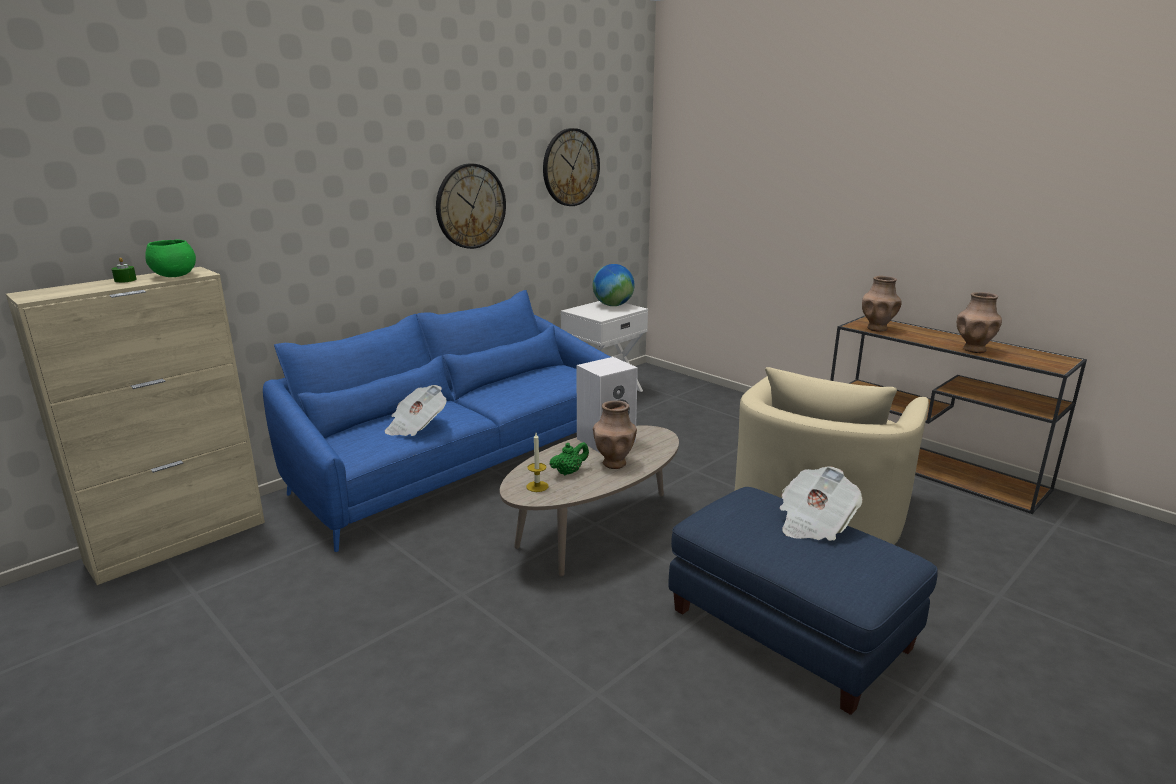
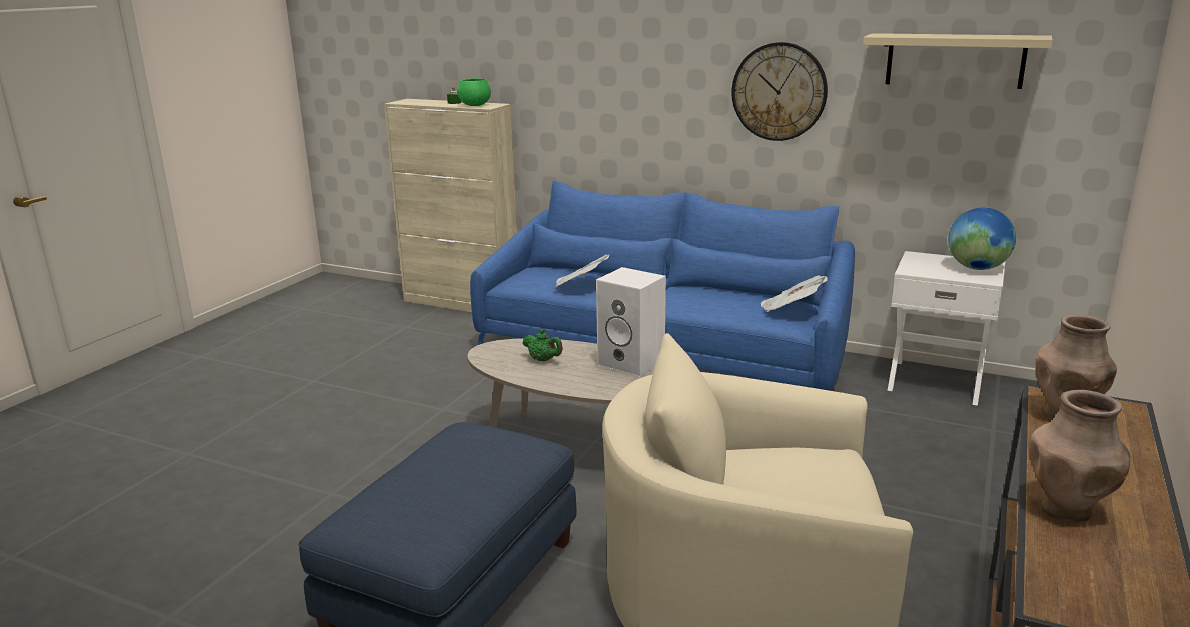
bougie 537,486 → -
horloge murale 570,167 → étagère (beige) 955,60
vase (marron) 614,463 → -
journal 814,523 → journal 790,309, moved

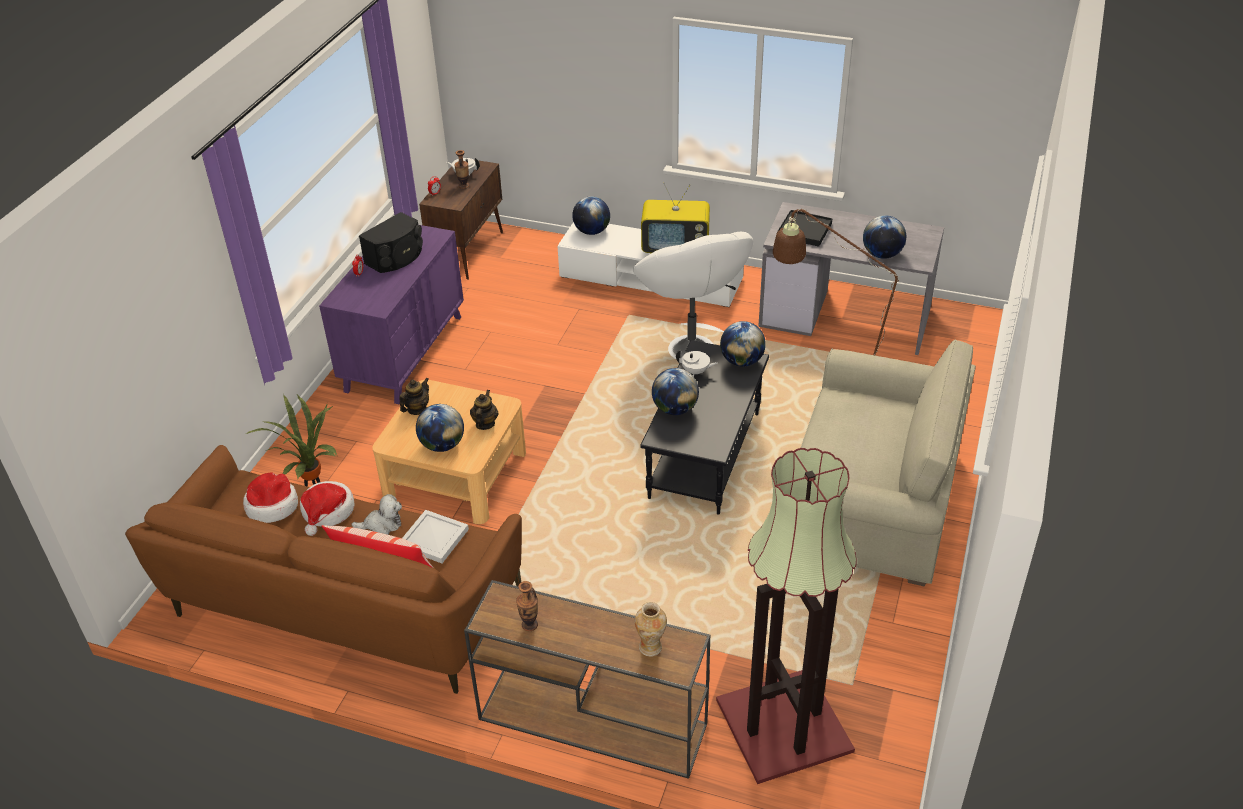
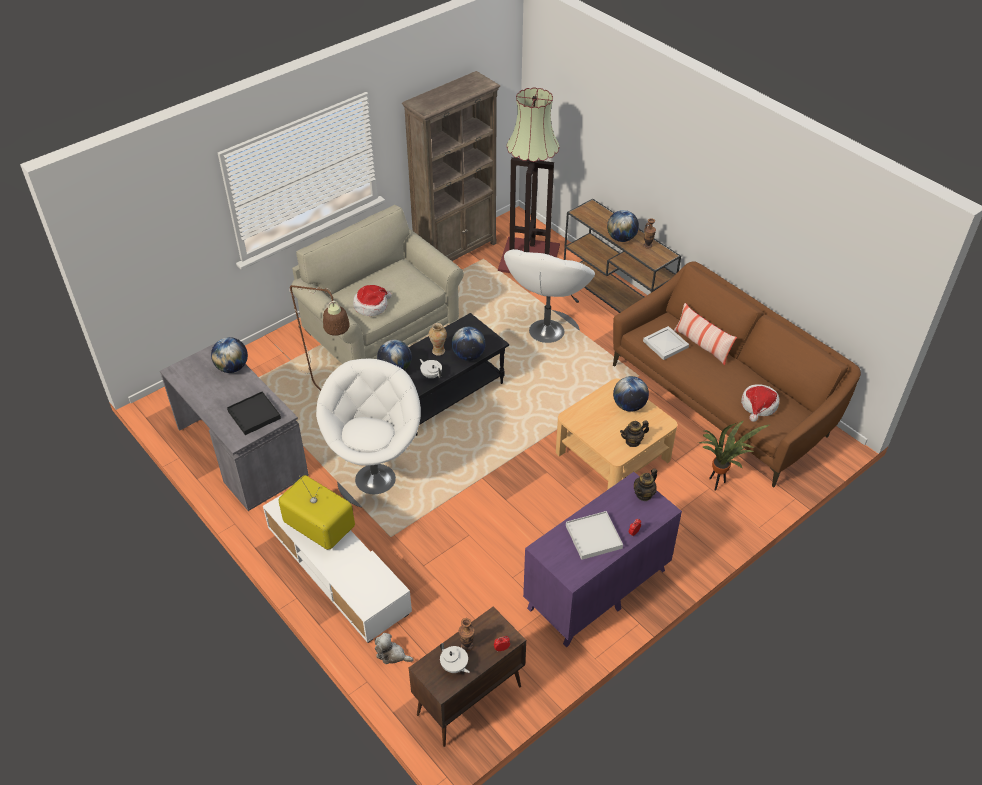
chapeau 327,512 → chapeau 371,306, moved
peluche 382,524 → peluche 392,654, moved
enceinte (noir) 396,257 → plateau (blanc) 593,537
théière 485,424 → théière 644,494, moved
globe 592,231 → globe 621,238, moved
vase 651,648 → vase 438,351, moved
- → bibliothèque (marron) 456,252
- → fauteuil (blanc) 545,332

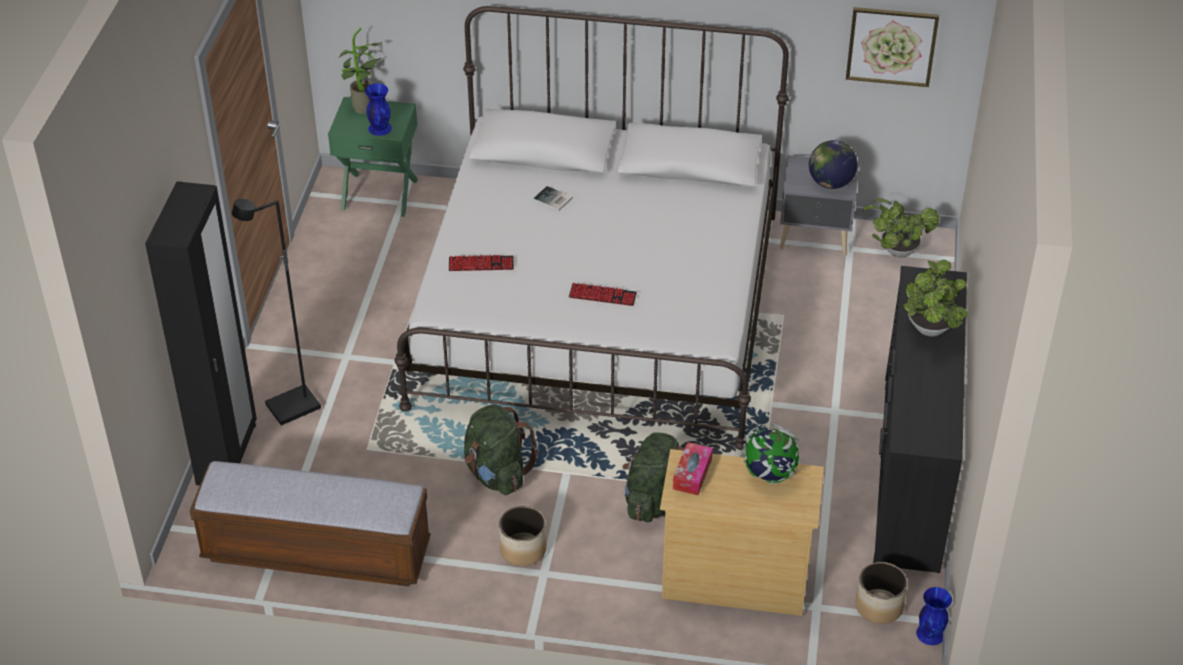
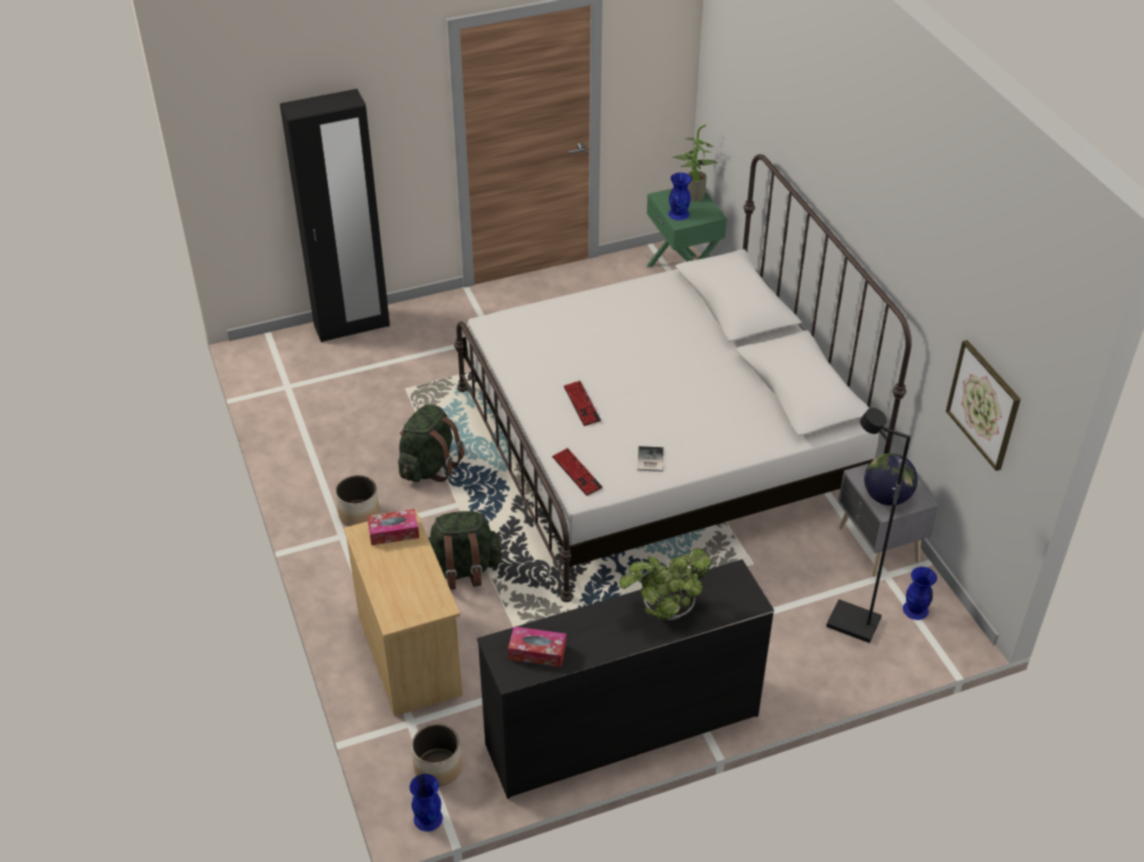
banc 316,552 → -
lampadaire (noir) 293,408 → lampadaire (noir) 852,623, moved
clavier 481,264 → clavier 577,473, moved
livre 553,200 → livre 649,460, moved
globe 769,474 → -
plante en pot 896,250 → vase (bleu) 915,610
- → boîte à mouchoirs 537,652

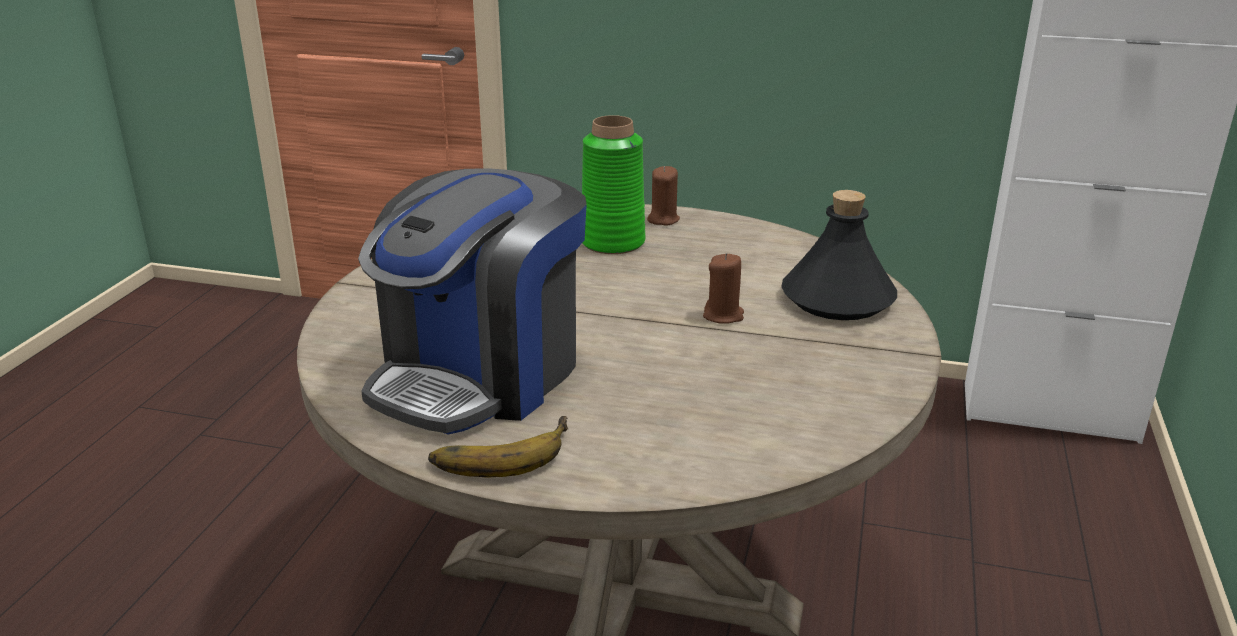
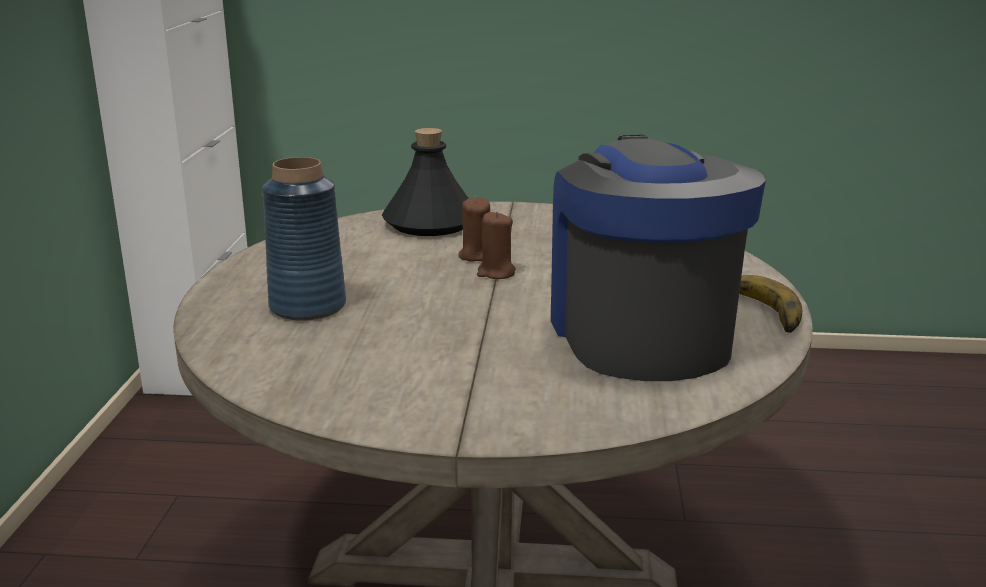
machine à café 480,375 → machine à café 640,334, 120 degrees counterclockwise
vase (vert) 612,242 → vase (bleu) 307,306
bougie (marron) 663,219 → bougie (marron) 496,273, moved

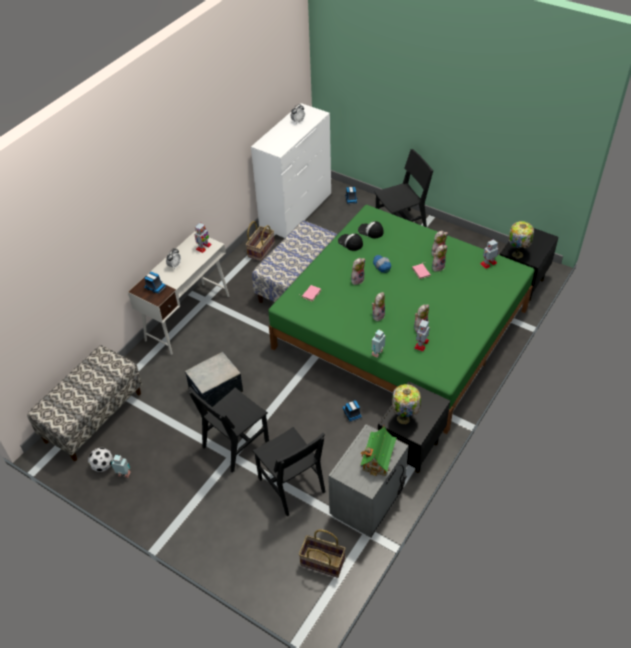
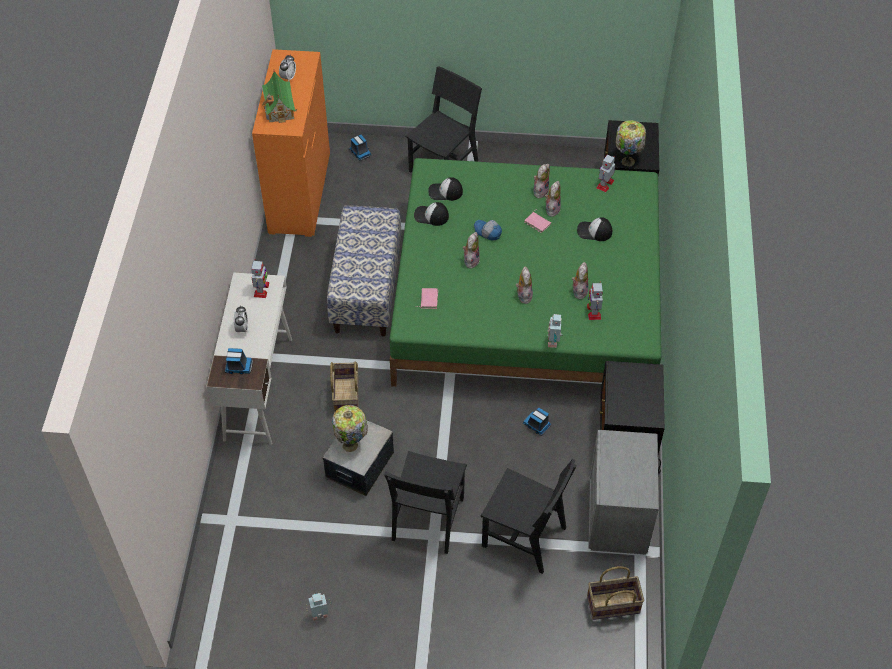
banc 93,417 → -
ballon de foot 103,466 → -
panier 260,250 → panier 345,396, moved
commode (blanc) 296,211 → commode (orange) 299,193
maison miniature 378,458 → maison miniature 279,108, moved
lampe de table 404,419 → lampe de table 351,445, moved
- → casquette 594,231

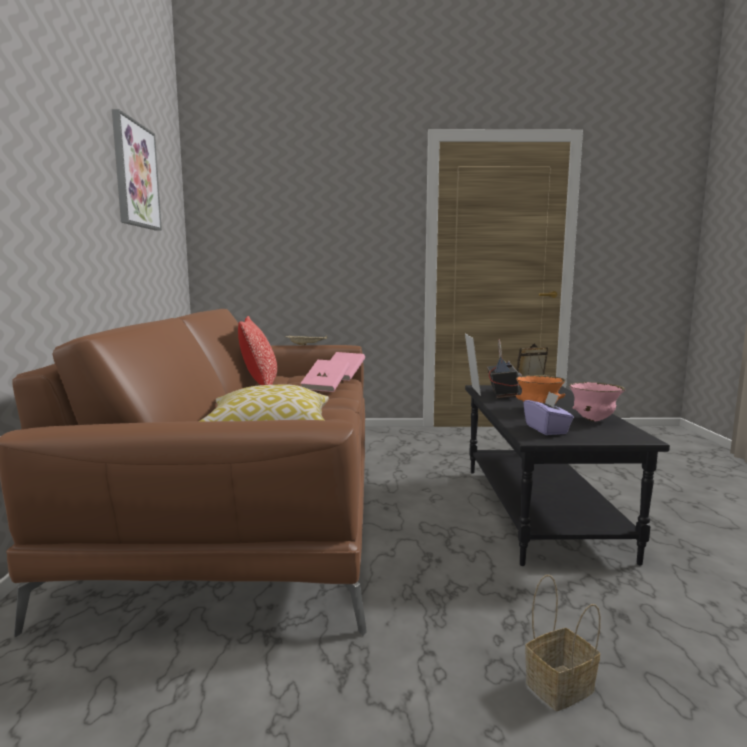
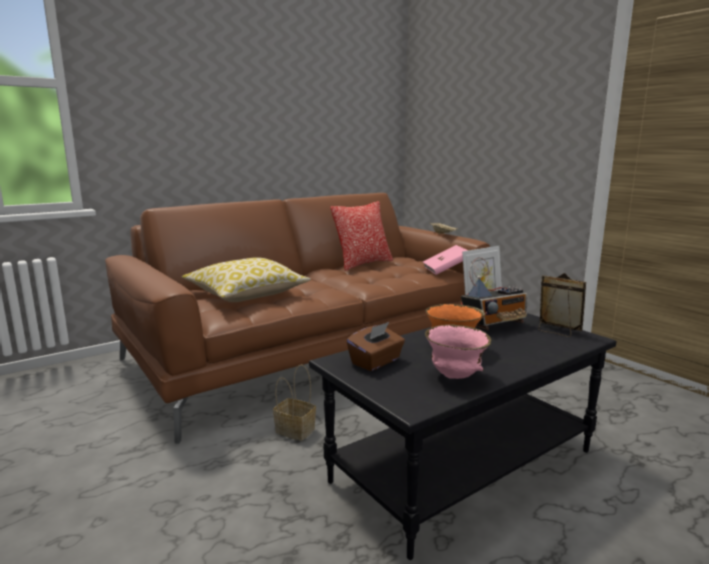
tableau 135,175 → -
livre (rose) 326,387 → -
boîte à mouchoirs (violet) 546,429 → boîte à mouchoirs (marron) 376,362
panier 559,688 → panier 293,430, moved

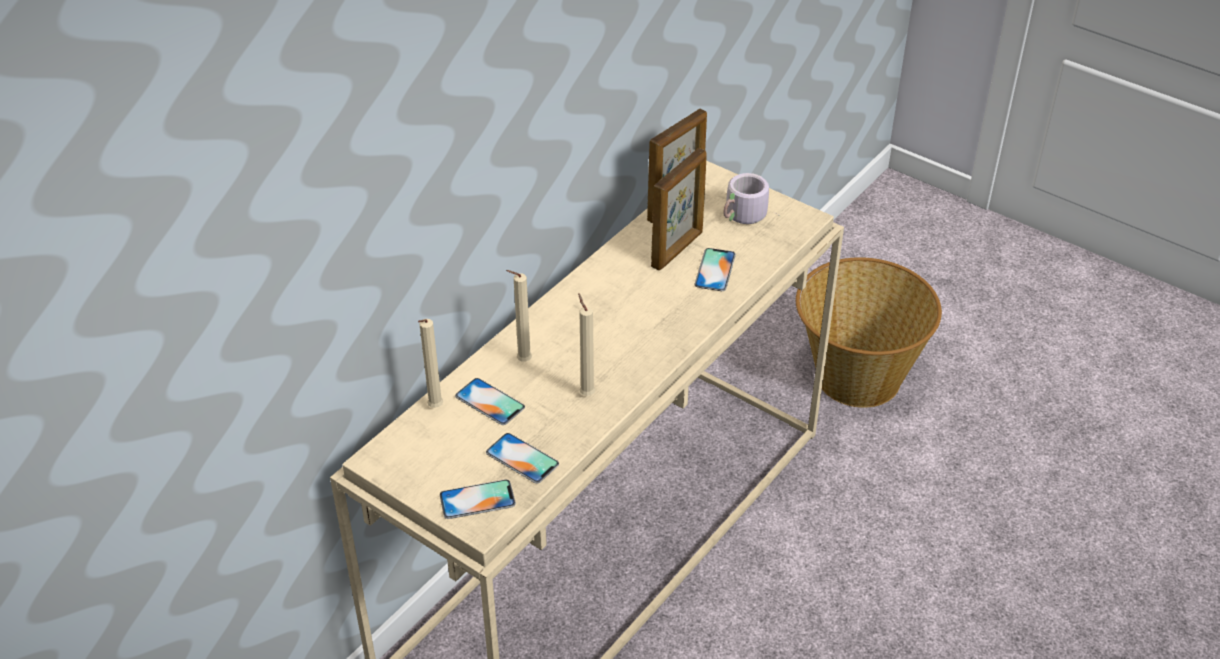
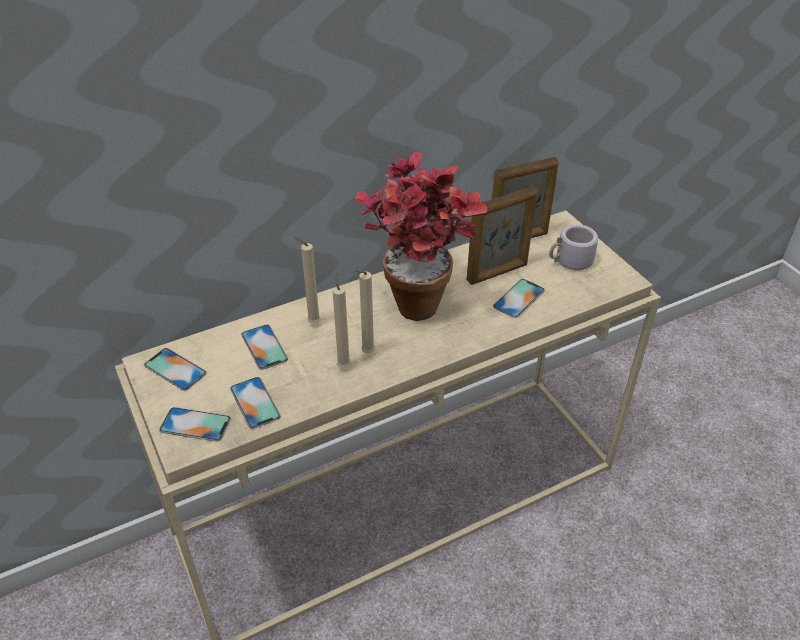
bougie (beige) 434,408 → bougie (beige) 366,353, moved
panier 856,376 → -
- → téléphone 175,369
- → plante en pot 417,297

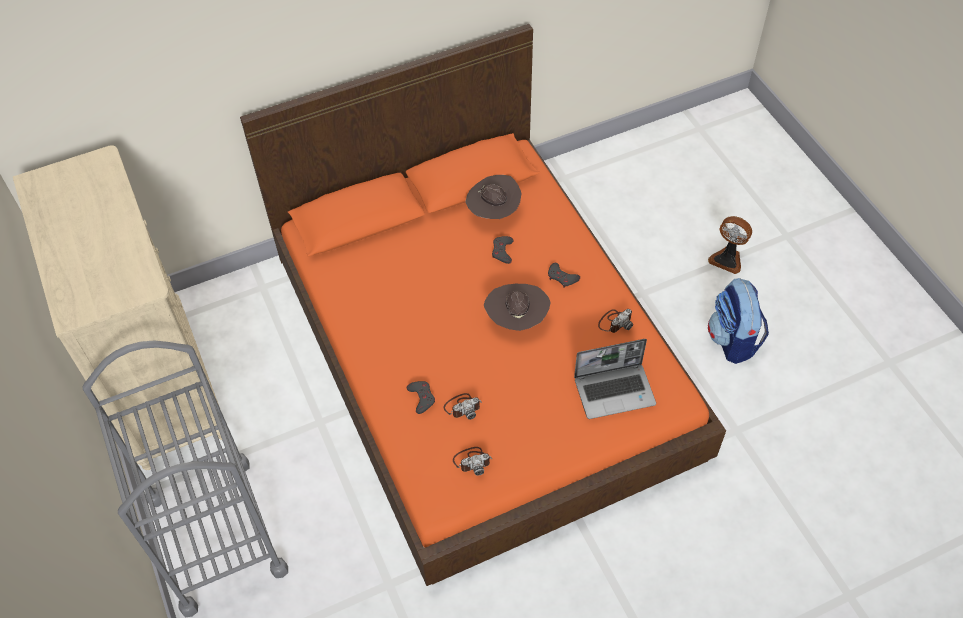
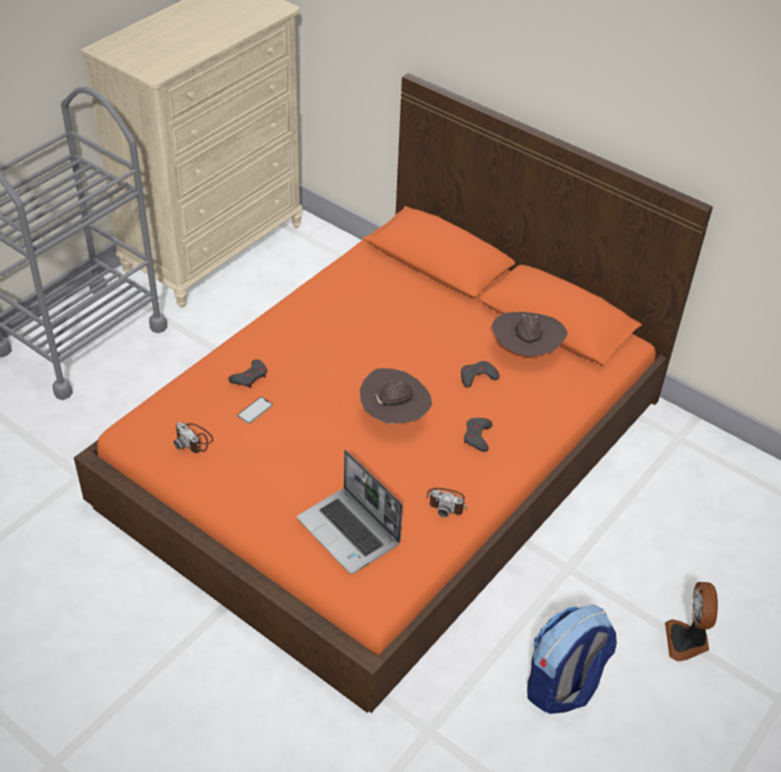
appareil photo 463,407 → téléphone 255,410

